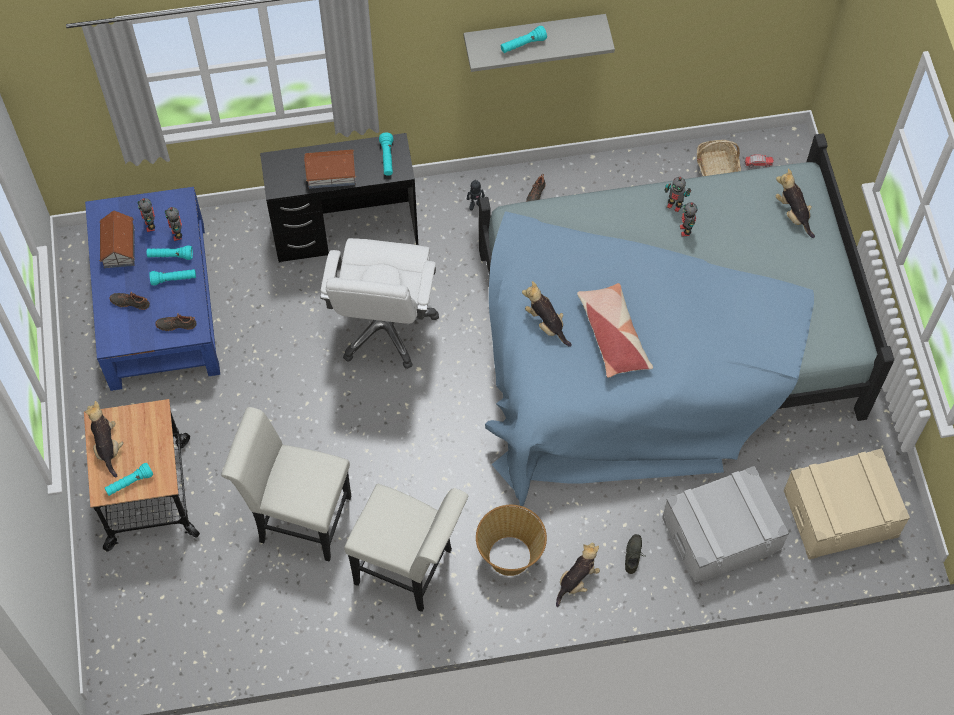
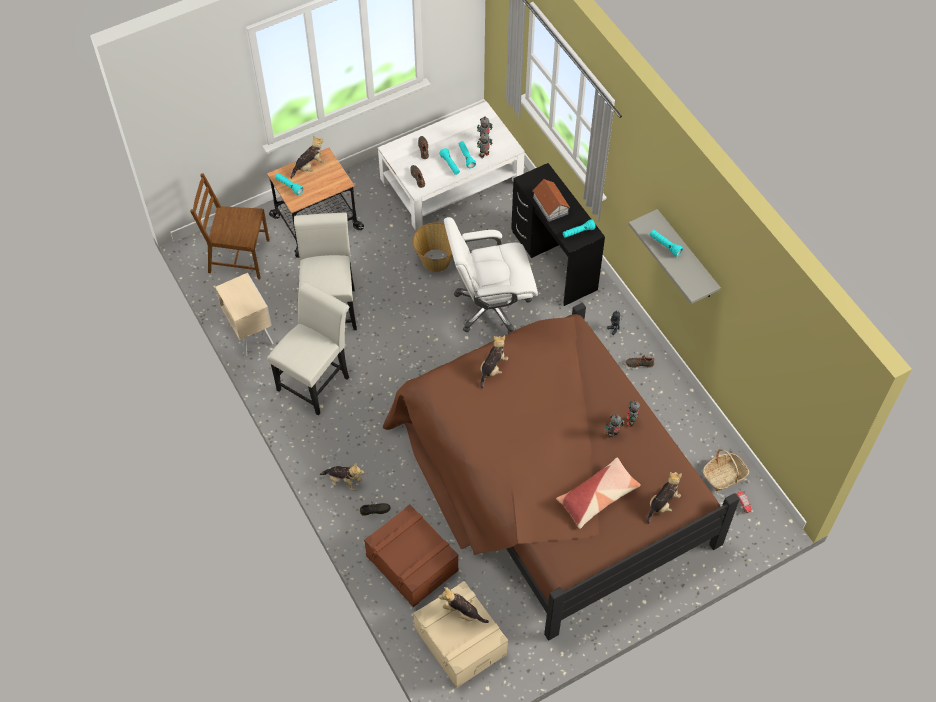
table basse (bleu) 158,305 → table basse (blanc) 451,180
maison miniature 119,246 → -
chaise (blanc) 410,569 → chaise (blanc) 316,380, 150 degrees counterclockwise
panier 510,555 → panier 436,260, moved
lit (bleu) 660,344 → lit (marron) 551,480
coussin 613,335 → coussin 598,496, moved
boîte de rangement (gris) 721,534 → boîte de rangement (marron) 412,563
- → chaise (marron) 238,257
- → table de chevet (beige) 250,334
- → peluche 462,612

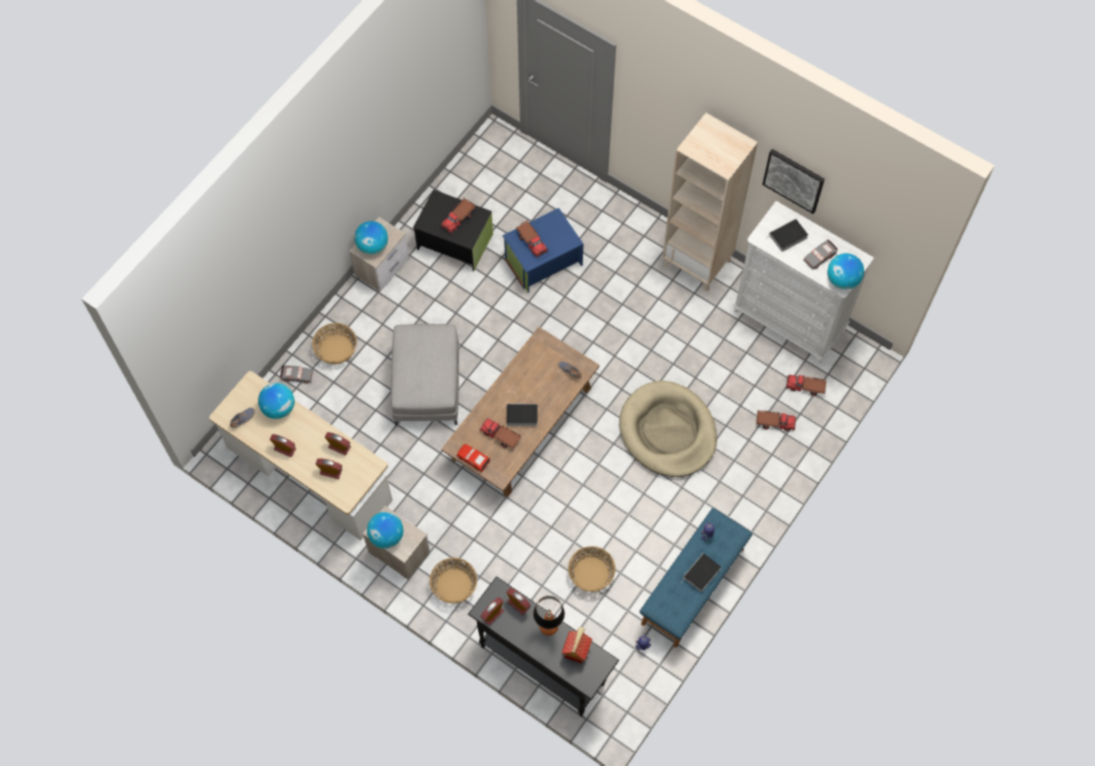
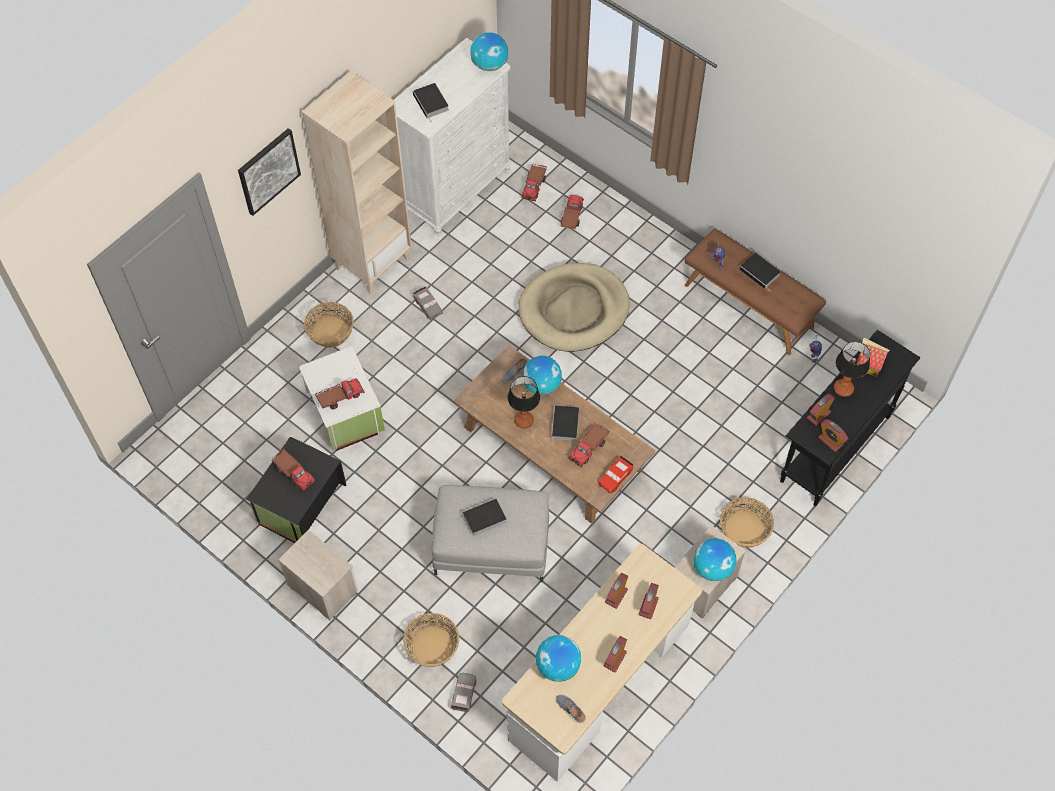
globe 372,246 → globe 542,385, moved
boîte de rangement (bleu) 542,260 → boîte de rangement (blanc) 344,411
panier 591,573 → panier 330,332, moved
banc (bleu) 693,586 → banc (marron) 749,305
tableau 794,180 → tableau 268,171, moved
petite voiture (gris) 819,257 → petite voiture (gris) 428,306, moved
- → livre 483,519
- → lampe de table 524,421

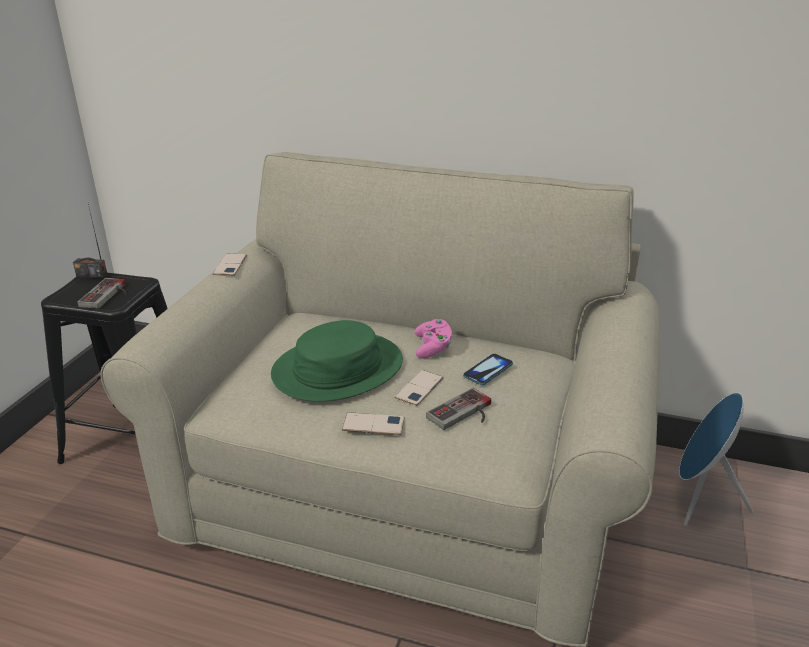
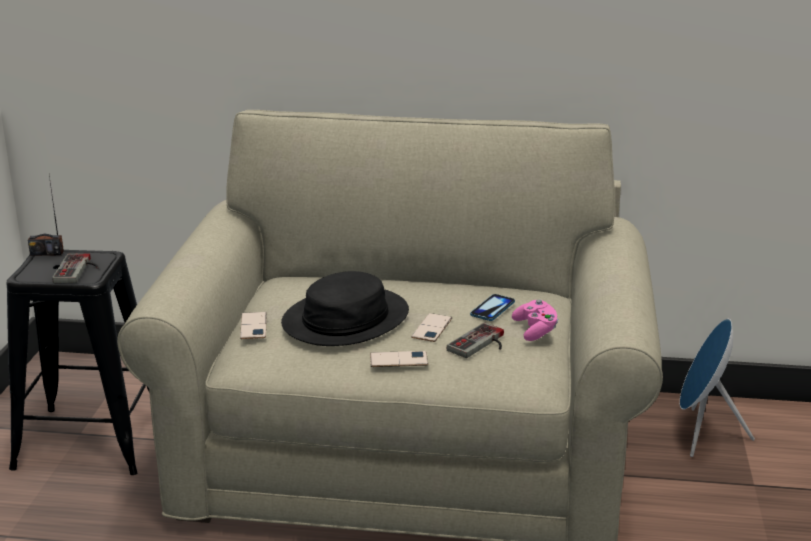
téléphone 230,265 → téléphone 253,326, moved
chapeau (vert) 337,368 → chapeau (noir) 345,319
manette (rose) 432,348 → manette (rose) 535,330, moved

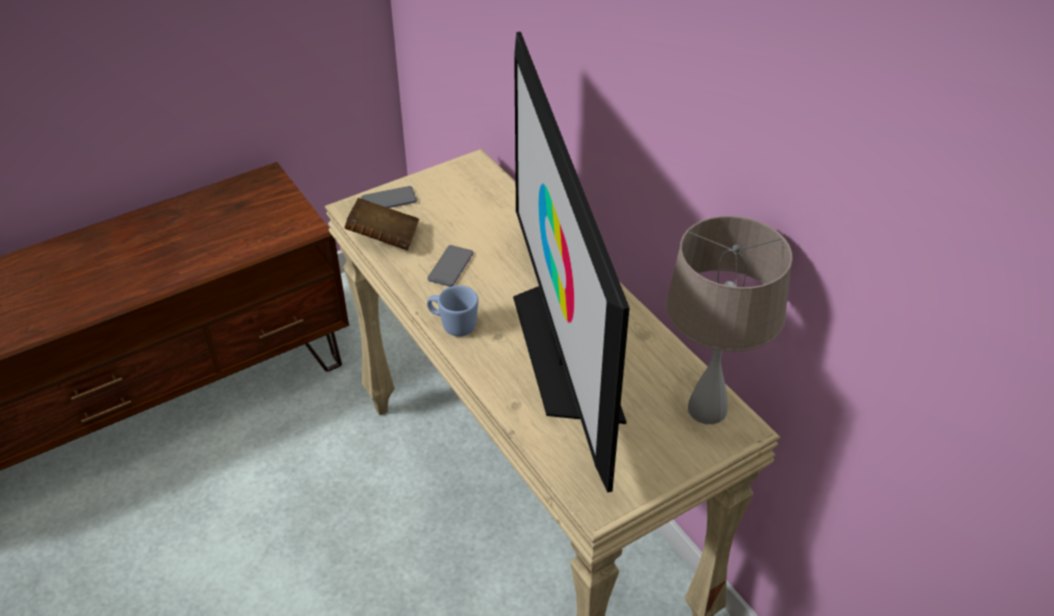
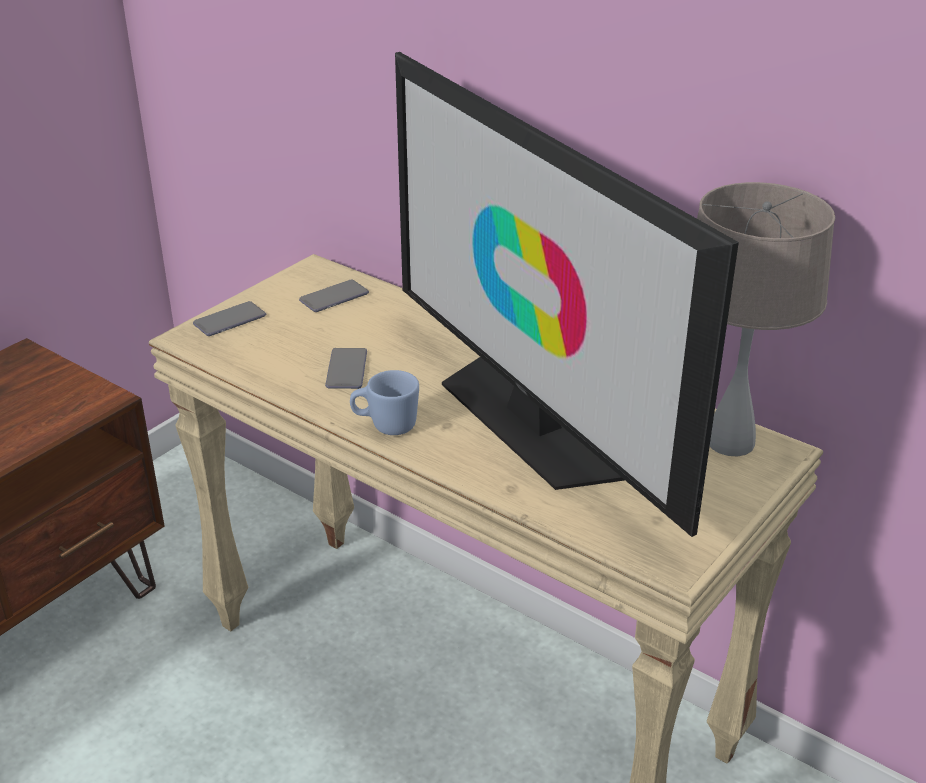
livre (marron) 384,238 → -
- → téléphone 334,297

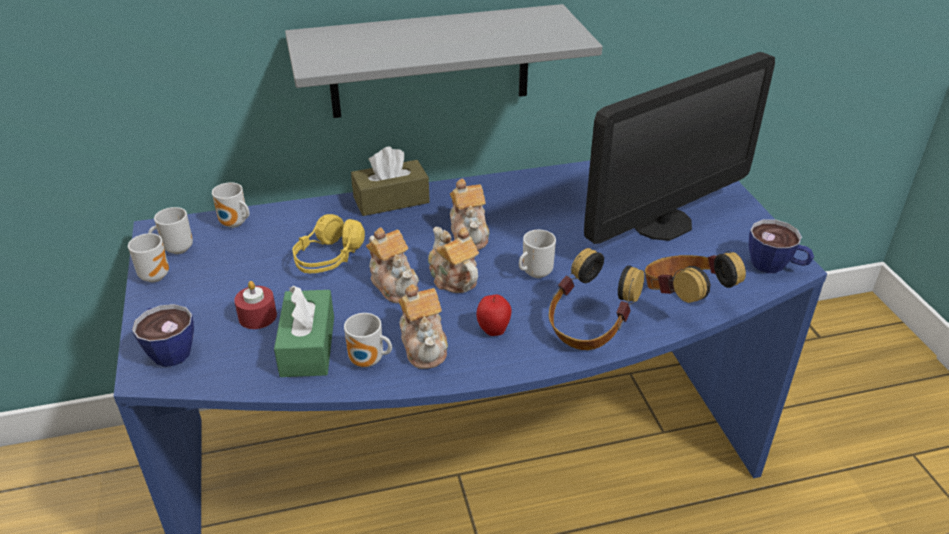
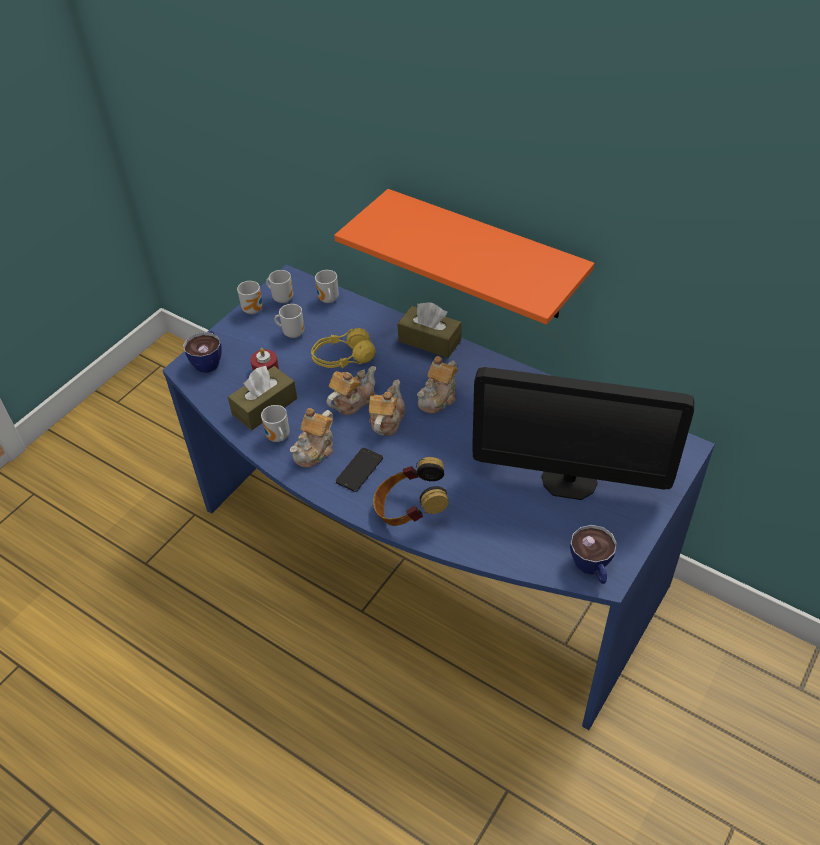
boîte à mouchoirs (vert) 308,346 → boîte à mouchoirs (marron) 265,406
étagère (gris) 430,62 → étagère (orange) 485,256
théière 394,284 → théière 352,401, 150 degrees counterclockwise
pomme 493,330 → téléphone 359,470
mug 534,273 → mug 292,333, moved
casque audio 683,299 → -

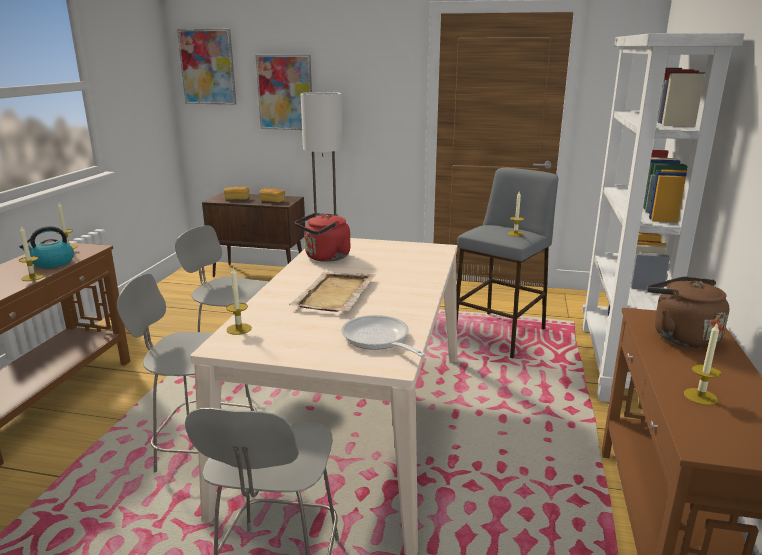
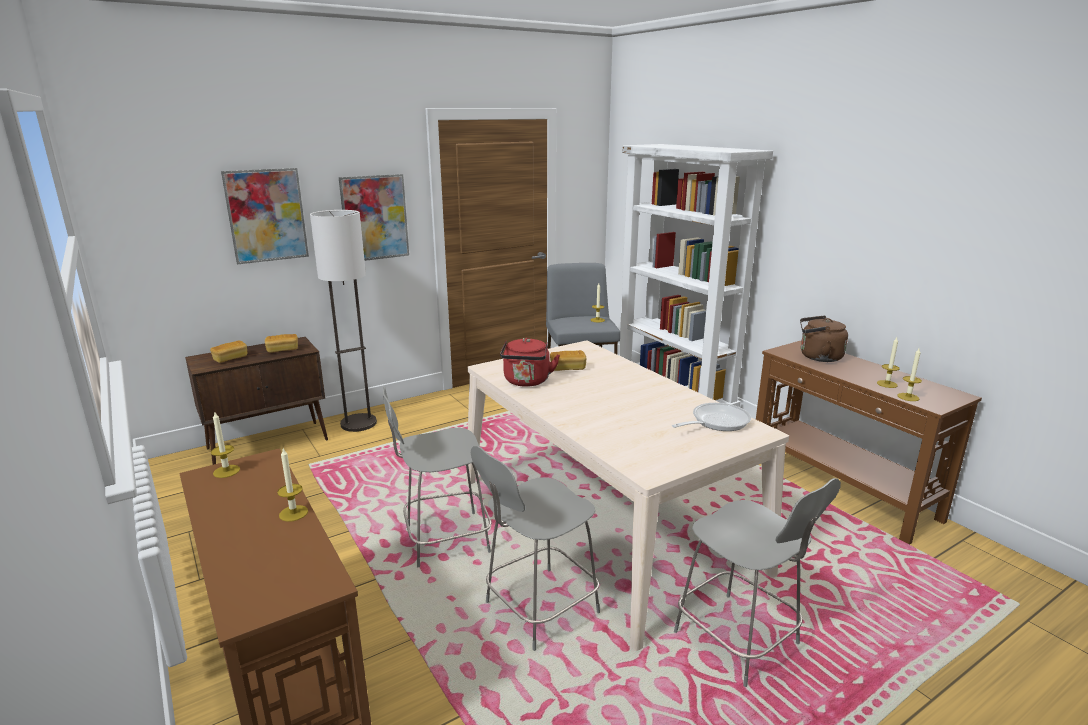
bouilloire 52,263 → -
tableau 207,67 → tableau 374,217, moved
bougie 239,329 → bougie 908,397, moved
plateau (beige) 334,294 → -
poêle 378,340 → poêle 716,422, 135 degrees clockwise
- → pain 567,368

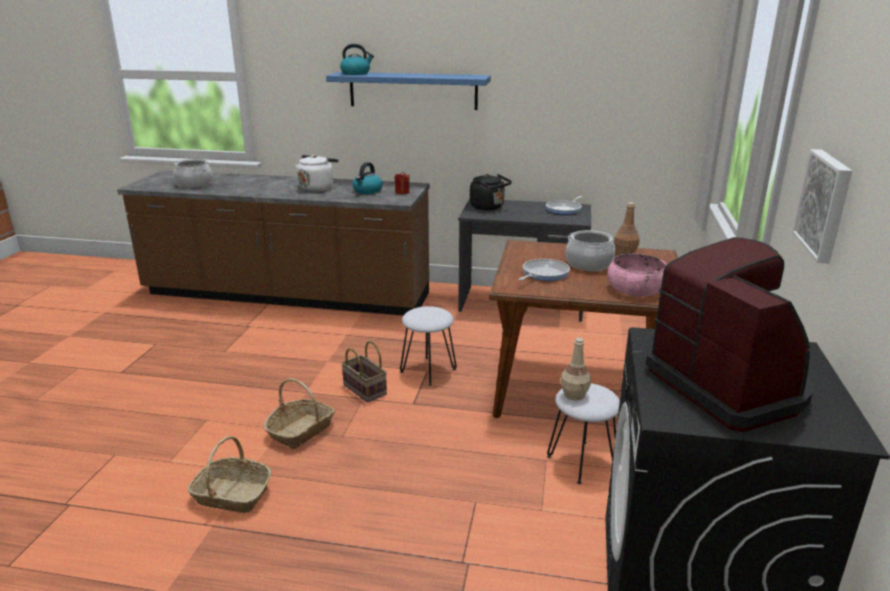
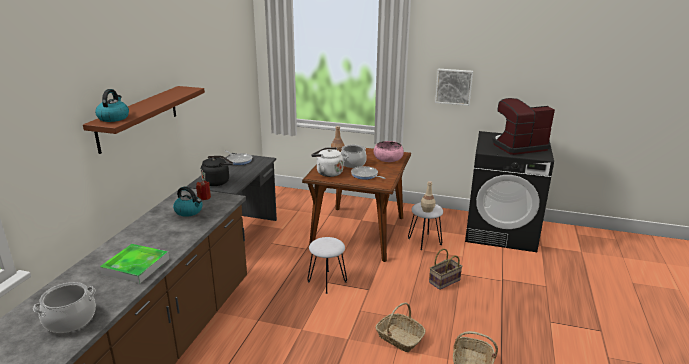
bouilloire (blanc) 317,188 → bouilloire (blanc) 328,173, moved
étagère (bleu) 413,90 → étagère (marron) 138,118
panier 363,389 → panier 444,282, moved
- → plateau 136,266

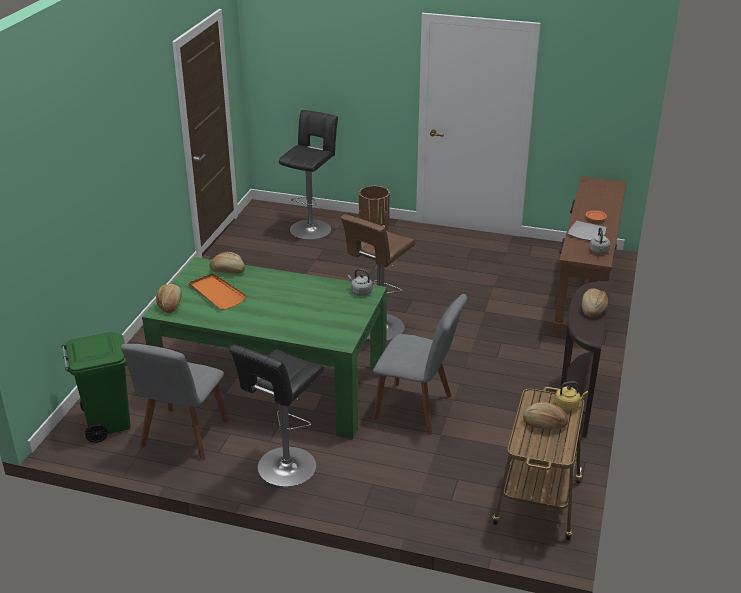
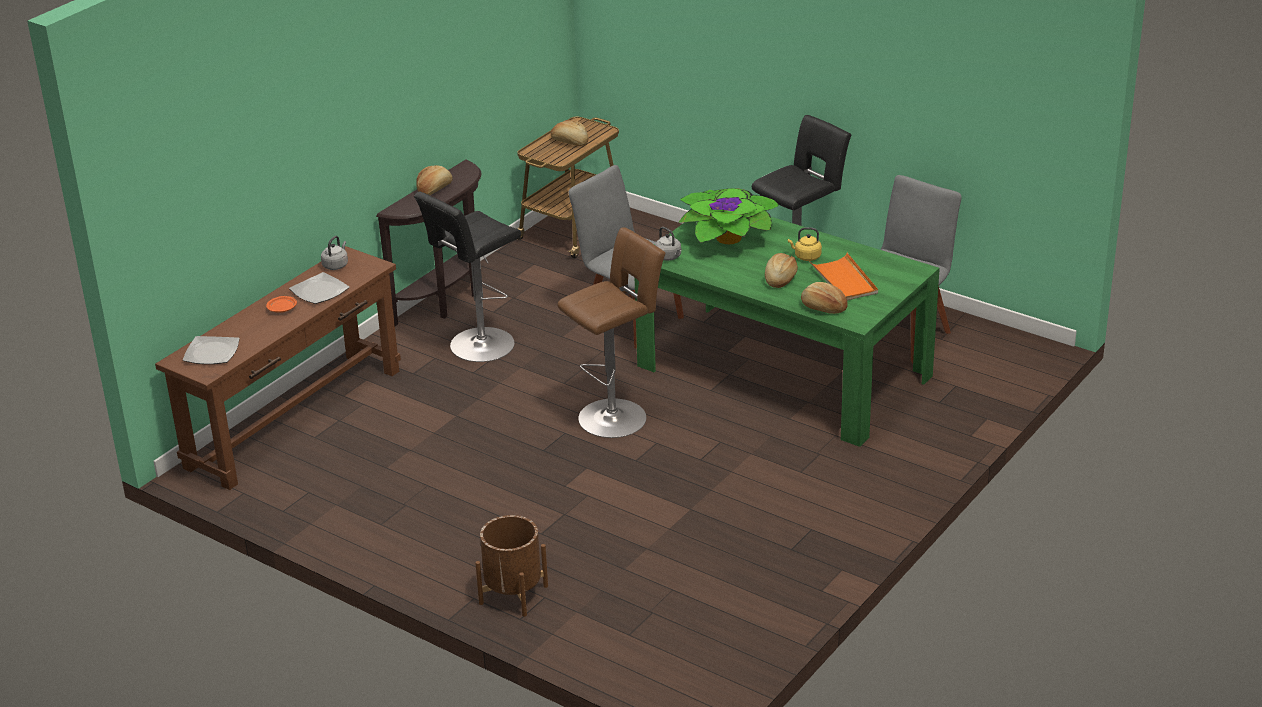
poubelle (vert) 107,422 → -
pain 170,304 → pain 780,278, moved
tabouret (noir) 311,228 → tabouret (noir) 478,346, moved
bouilloire (jaune) 568,405 → bouilloire (jaune) 806,257, moved
- → assiette 211,352
- → plante en pot 726,237

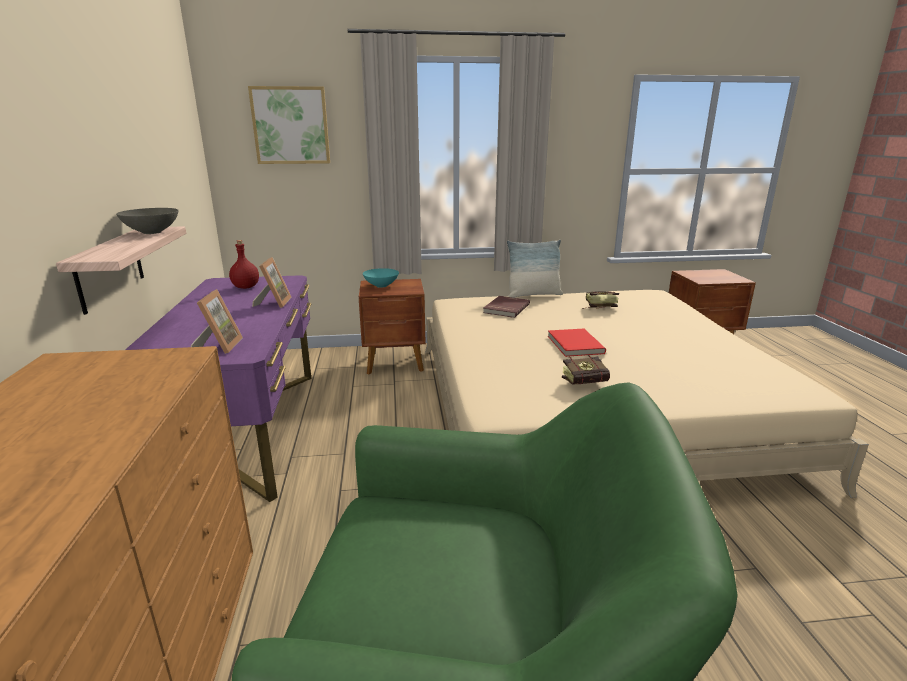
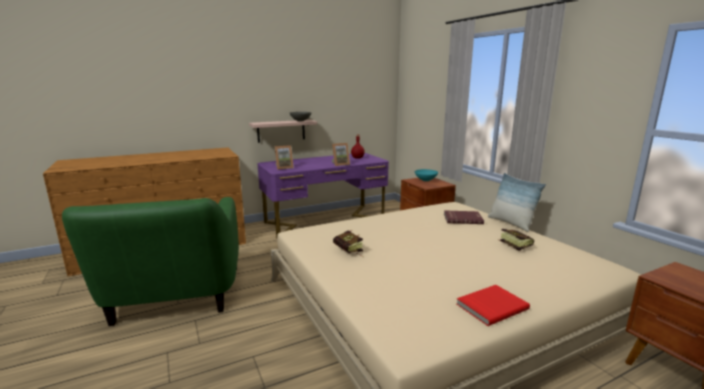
tableau 291,125 → -
livre (rouge) 574,345 → livre (rouge) 491,306, moved

